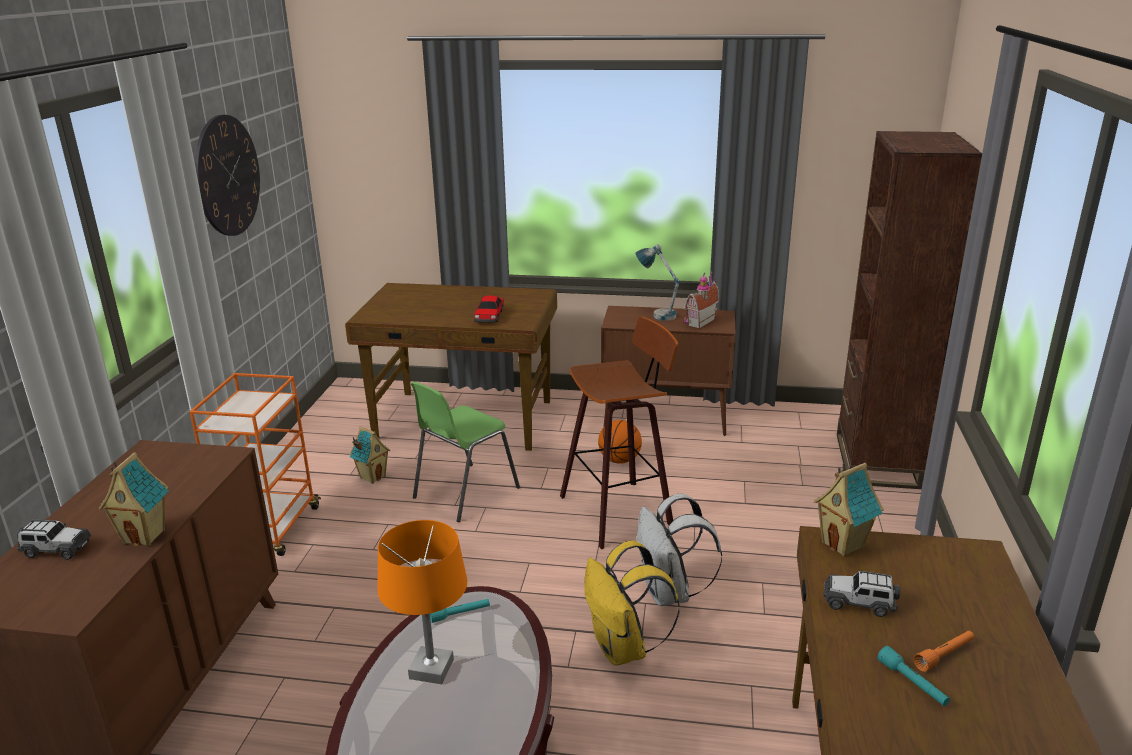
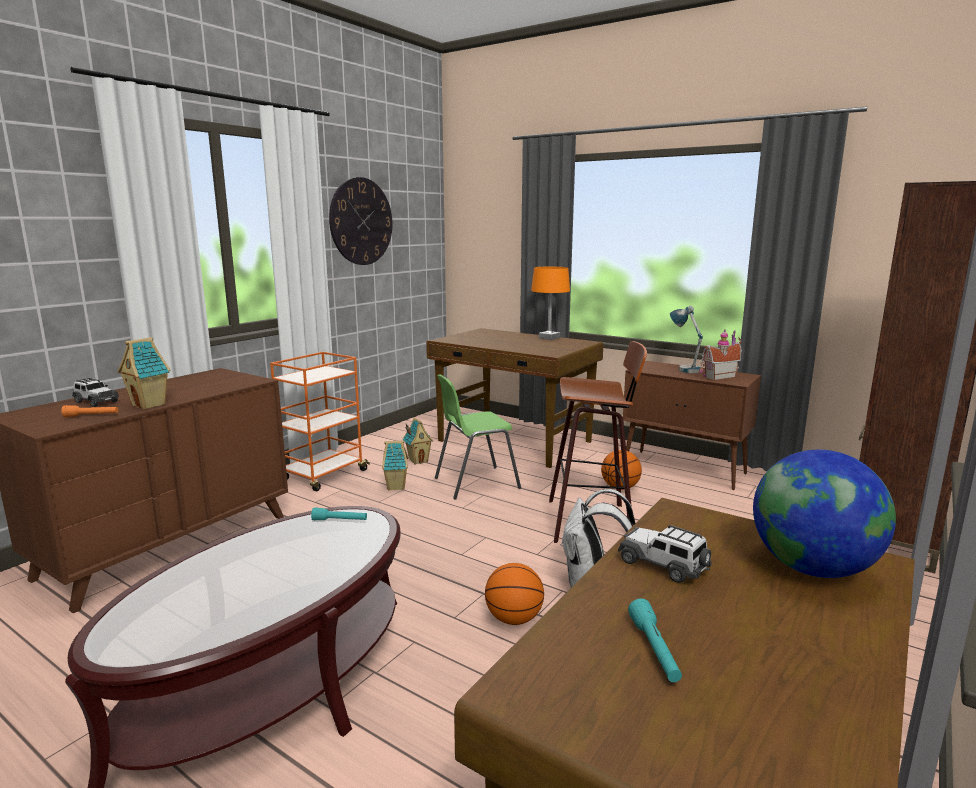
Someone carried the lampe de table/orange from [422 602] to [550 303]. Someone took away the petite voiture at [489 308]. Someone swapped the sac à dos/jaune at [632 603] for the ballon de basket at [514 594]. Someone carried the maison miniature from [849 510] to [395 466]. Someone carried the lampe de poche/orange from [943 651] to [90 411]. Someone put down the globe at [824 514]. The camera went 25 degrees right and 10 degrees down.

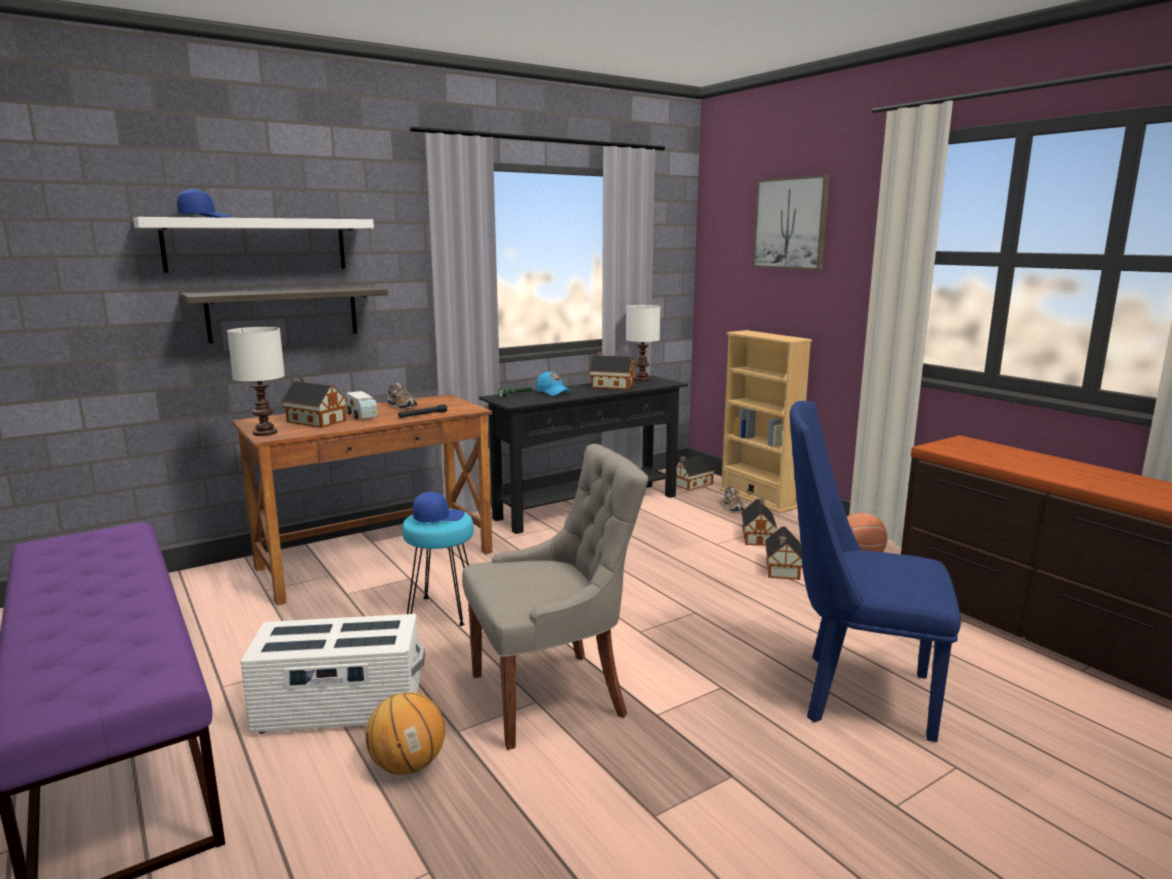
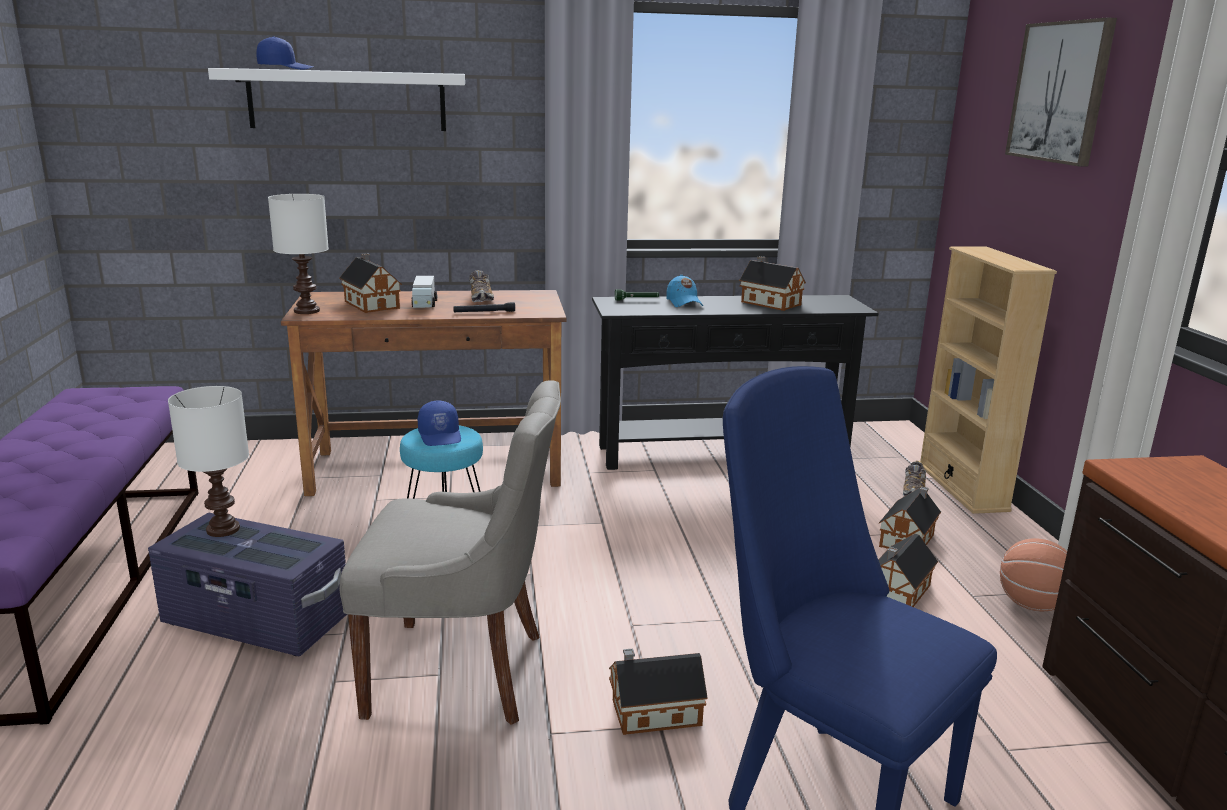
Someone took away the étagère at [284 315]. Someone repainted the boîte de rangement/blanc at [333 673], which became the boîte de rangement/violet at [247 584]. Someone took away the ballon de basket at [405 733]. Someone rotated the casquette/bleu at [439 507] by 75 degrees clockwise. Someone carried the lampe de table/blanc from [643 343] to [208 461]. Someone carried the maison miniature from [695 473] to [658 692]. The camera went 25 degrees right and 5 degrees up.

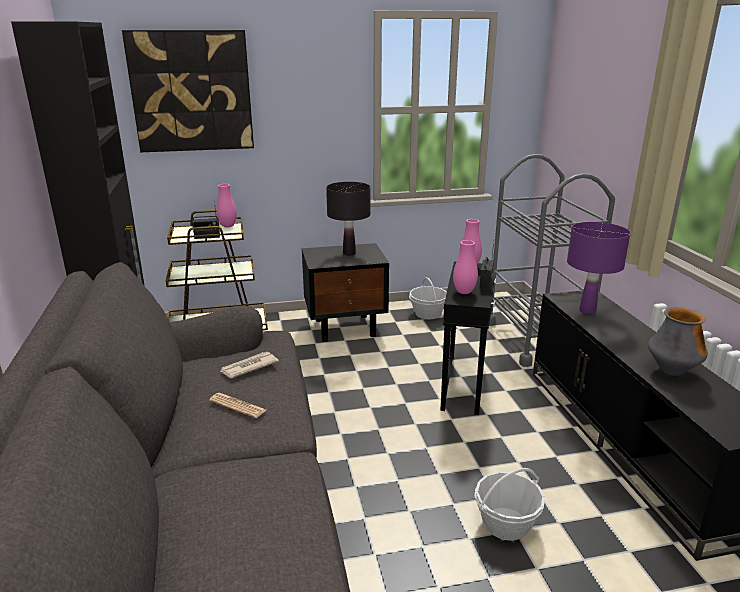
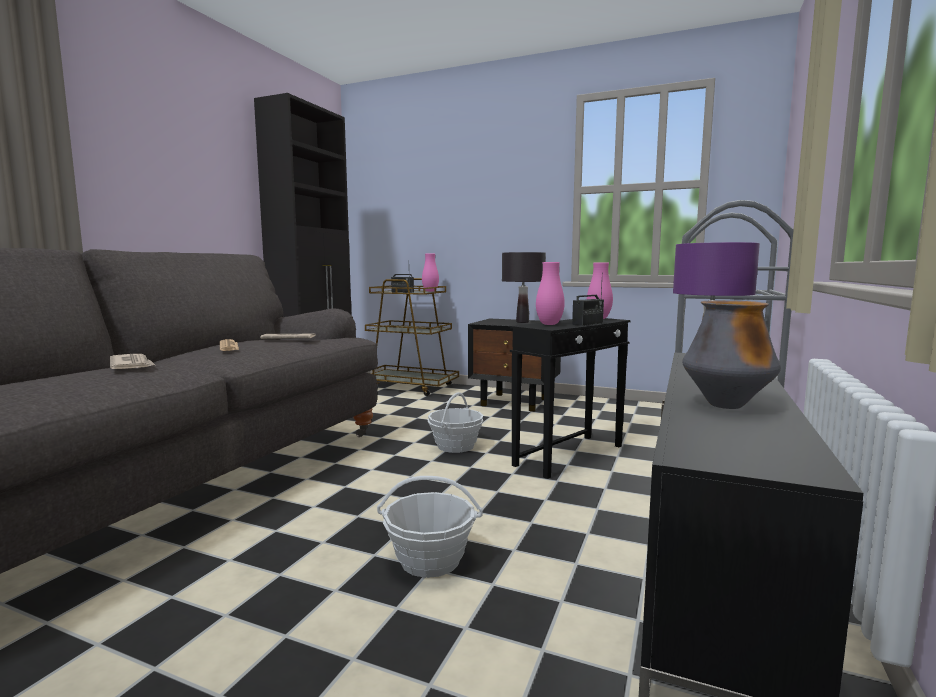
Someone took away the tableau at [188 91]. Someone carried the panier from [428 298] to [455 422]. Someone put down the journal at [132 361]. The camera went 35 degrees right and 15 degrees down.

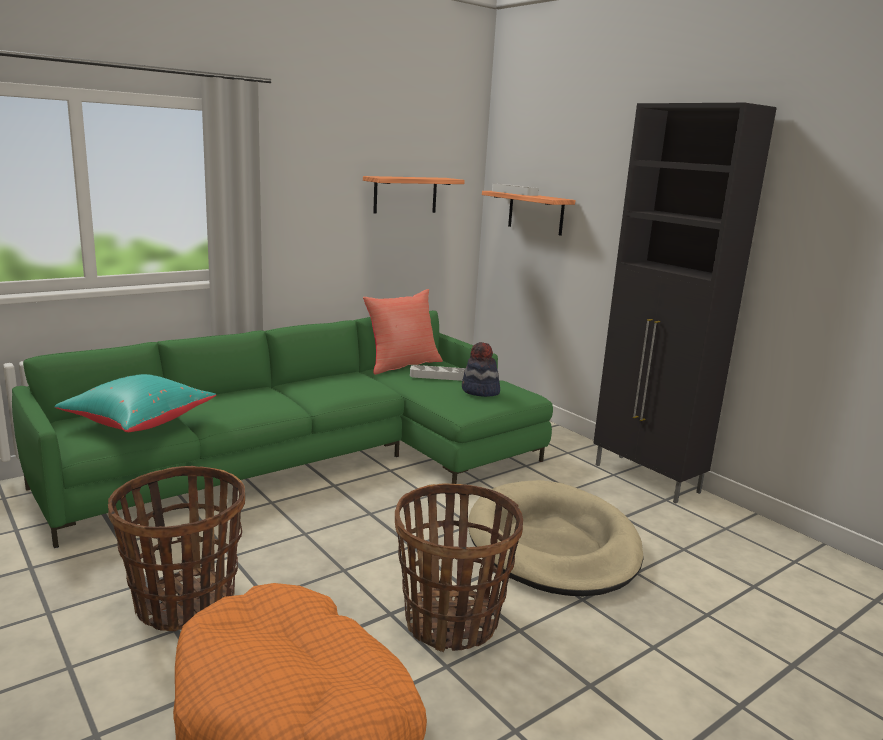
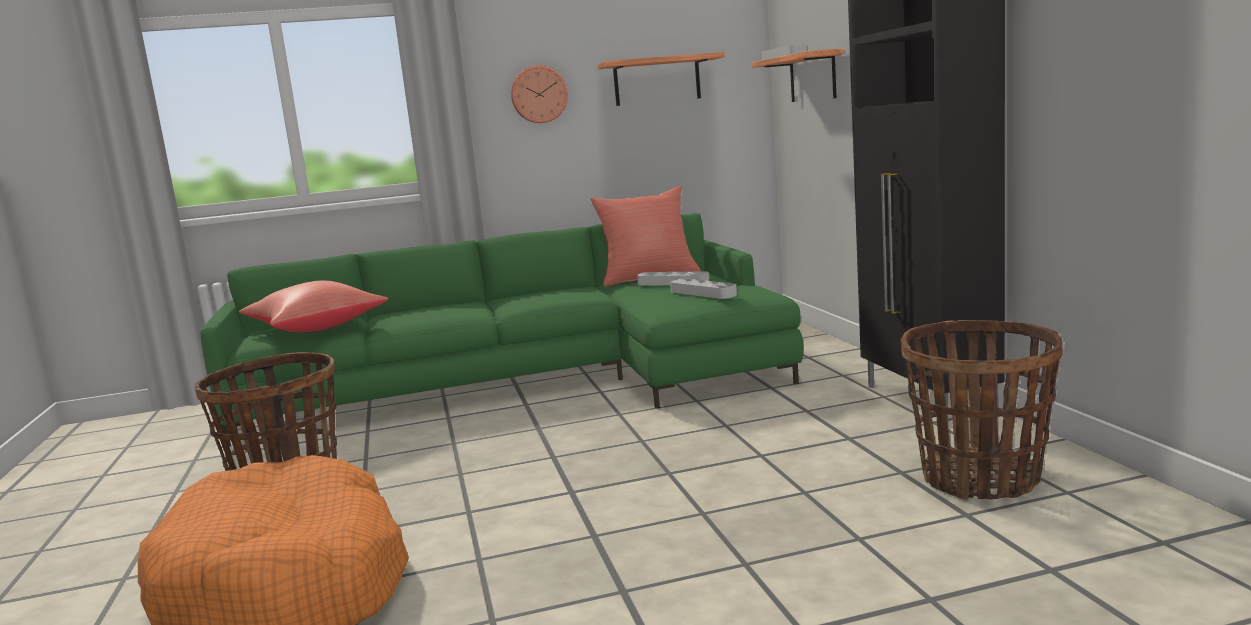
Someone repainted the coussin/turquoise at [135 403], which became the coussin/rouge at [313 306]. Someone carried the panier from [459 568] to [981 410]. Someone swapped the chapeau at [481 369] for the plateau/gris at [703 289]. Someone took away the panier pour chien/beige at [555 538]. Someone put up the horloge murale at [539 94]. The camera went 25 degrees right and 5 degrees down.

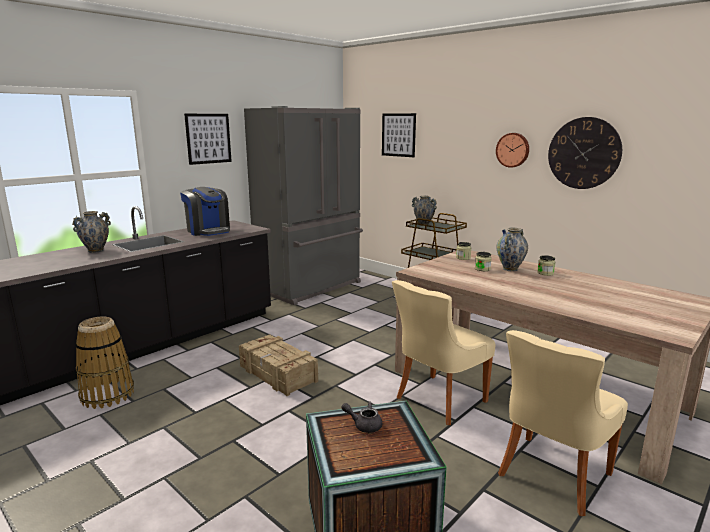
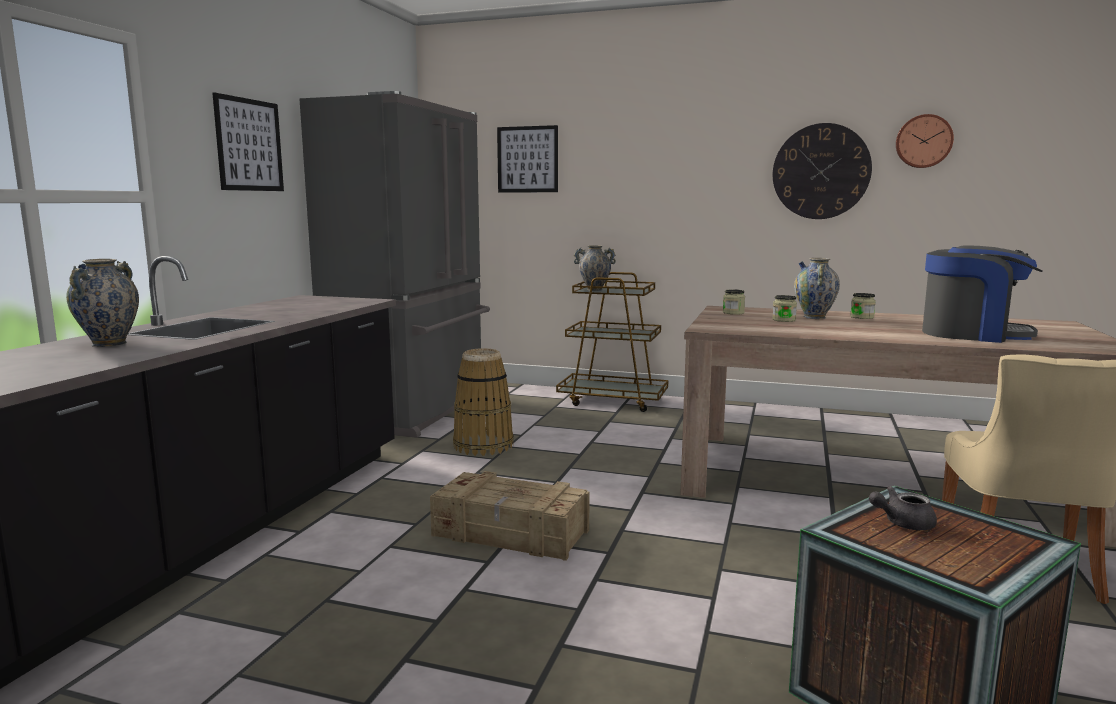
Someone carried the panier from [105 362] to [483 402]. Someone carried the machine à café from [205 211] to [982 294]. Someone took away the chaise/beige at [443 352]. Someone carried the horloge murale from [512 150] to [925 141]. The camera went 25 degrees left and 5 degrees down.

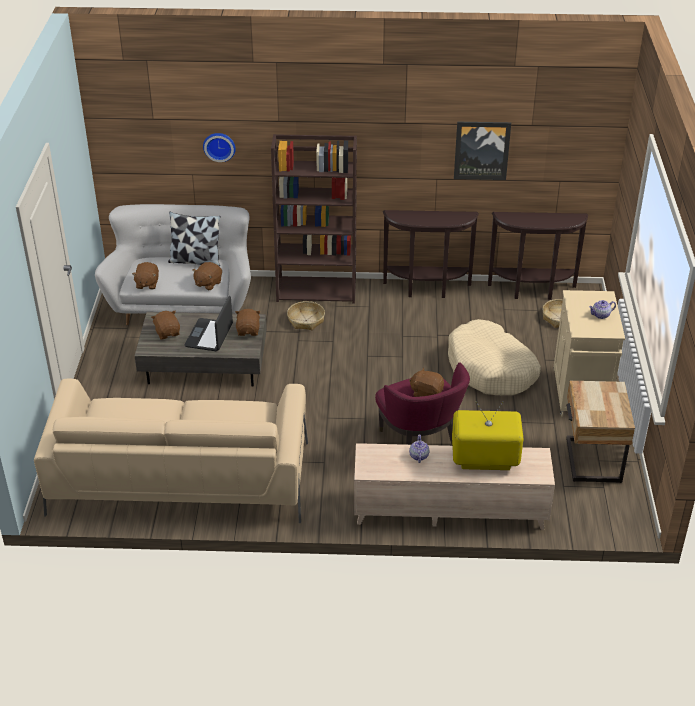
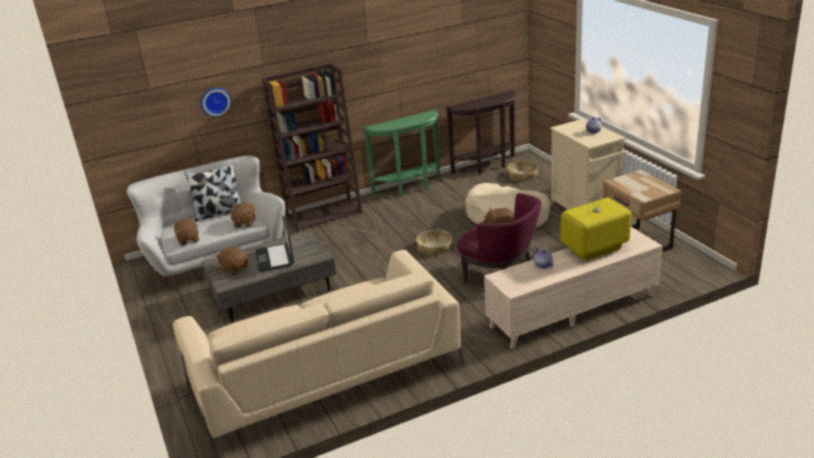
Someone took away the peluche/marron at [248 322]. Someone carried the panier from [306 315] to [434 242]. Someone repainted the table console/marron at [431 254], which became the table console/vert at [401 153]. Someone took away the tableau at [482 151]. The camera went 25 degrees left and 10 degrees down.

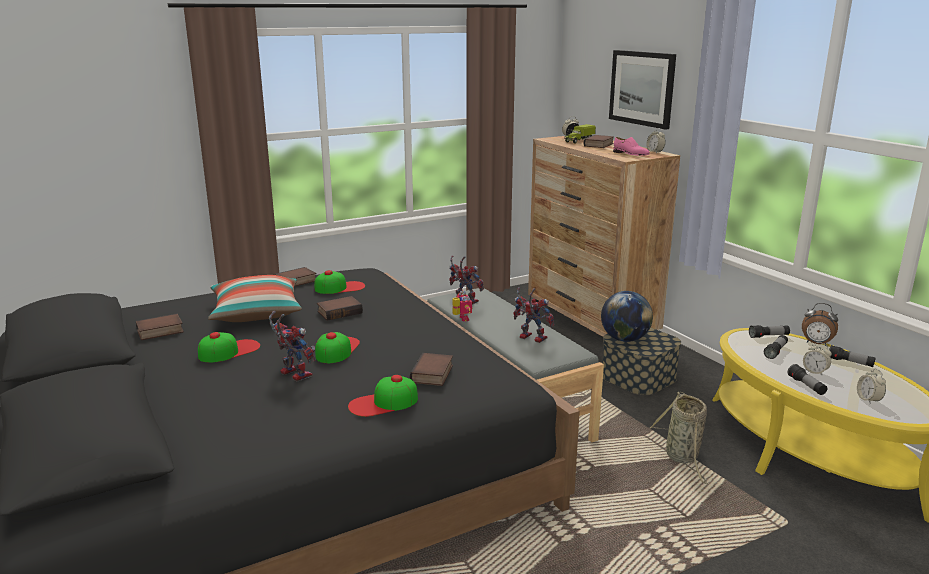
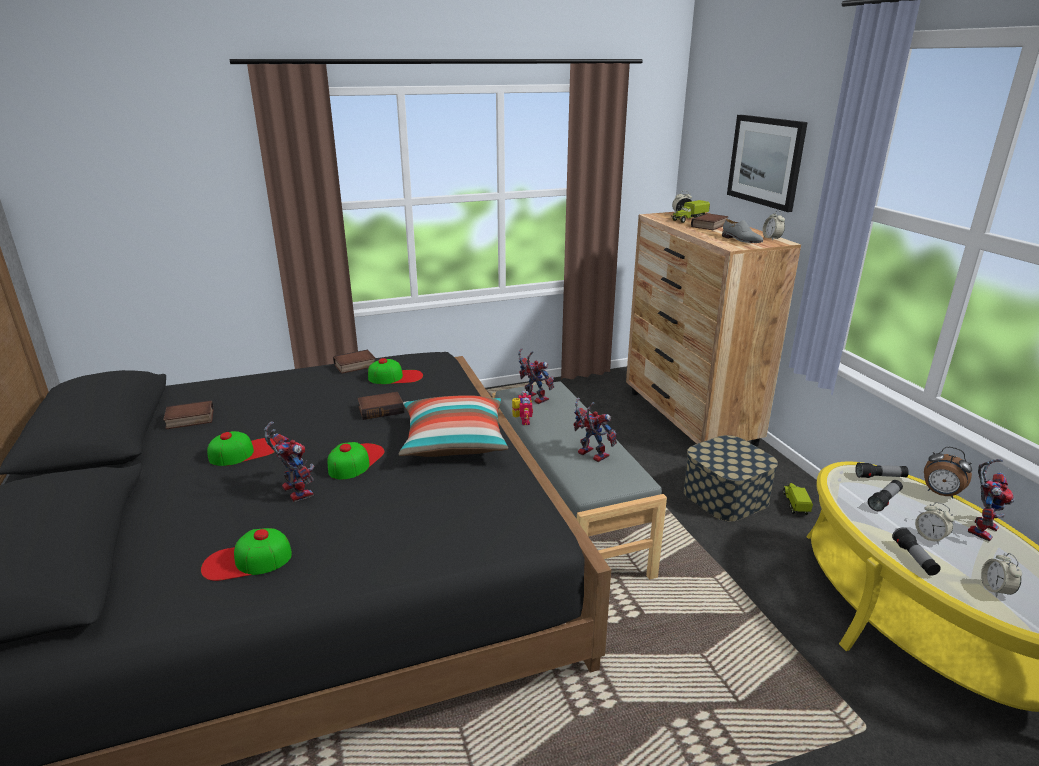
Someone carried the coussin from [255 298] to [453 426]. Someone carried the casquette from [383 396] to [246 554]. Someone took away the livre at [431 369]. Someone took away the globe at [627 316]. Someone repainted the chaussure/rose at [631 146], which became the chaussure/gris at [742 231]. Someone took away the panier at [679 438]. Someone swapped the lampe de poche at [852 356] for the robot jouet at [991 500]. Someone put down the camion jouet at [798 499]. The camera went 10 degrees right and 5 degrees up.

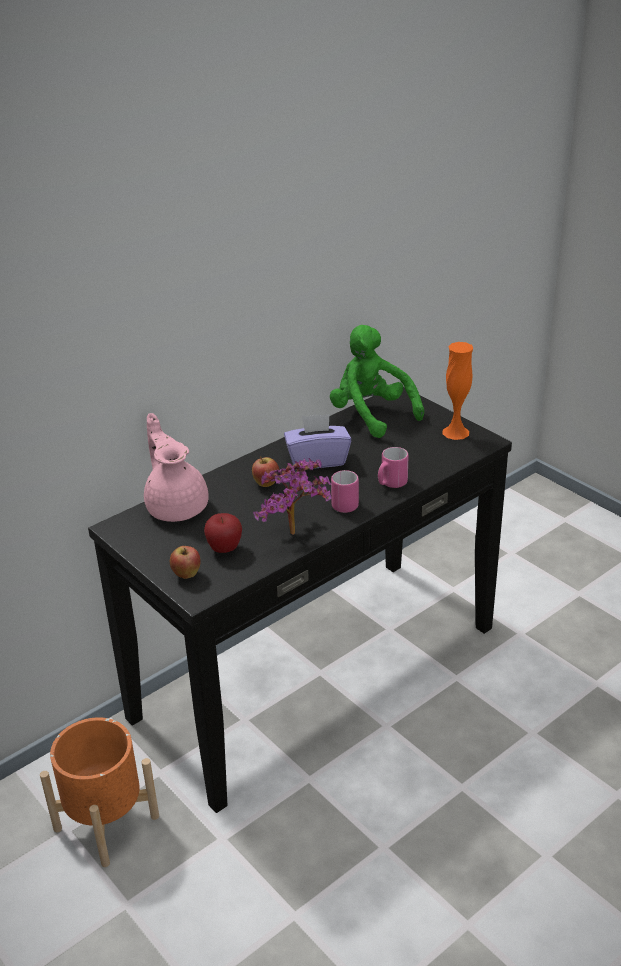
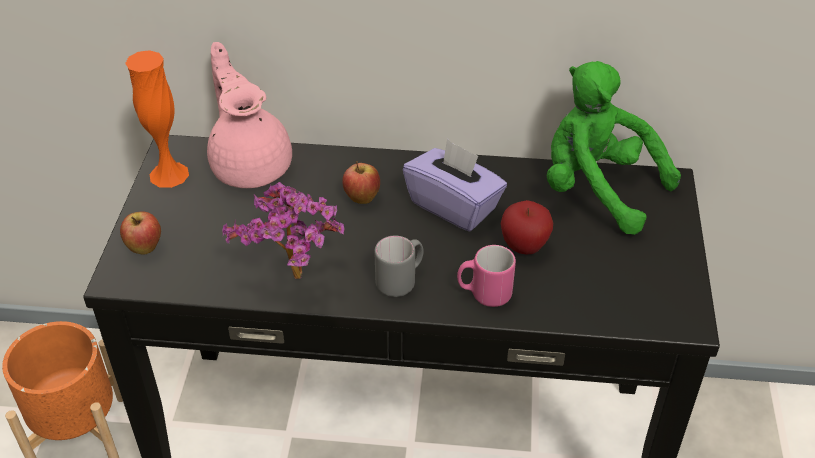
Someone rotated the théière/rose at [176 467] by 45 degrees counterclockwise. Someone carried the pomme from [223 533] to [527 227]. Someone rotated the peluche/vert at [377 381] by 60 degrees counterclockwise. Someone repainted the mug/rose at [345 491], which became the mug/gris at [399 266]. Someone carried the vase/orange from [457 391] to [157 119]. The camera went 45 degrees right and 10 degrees up.

